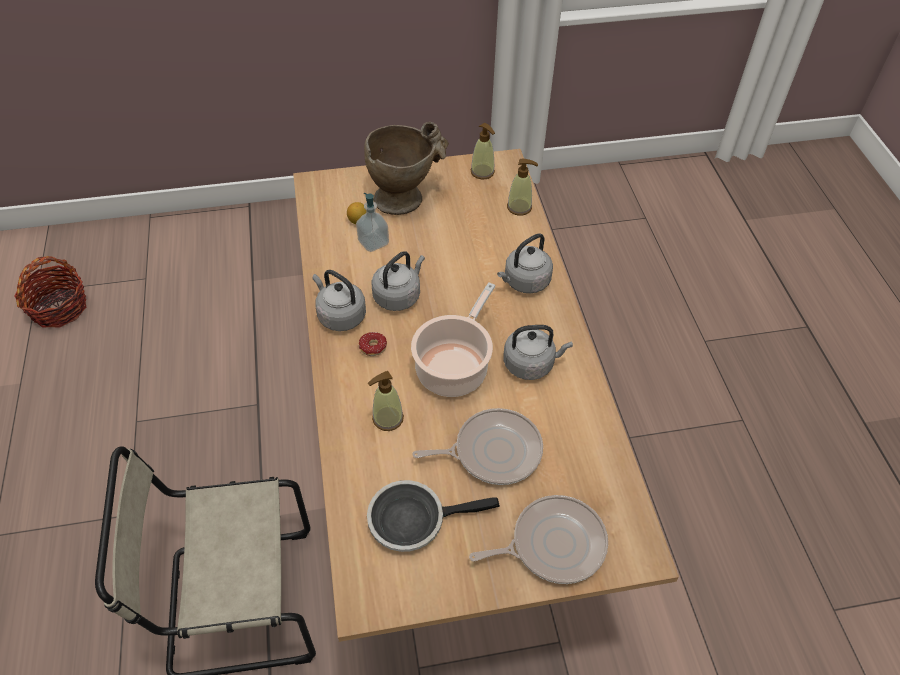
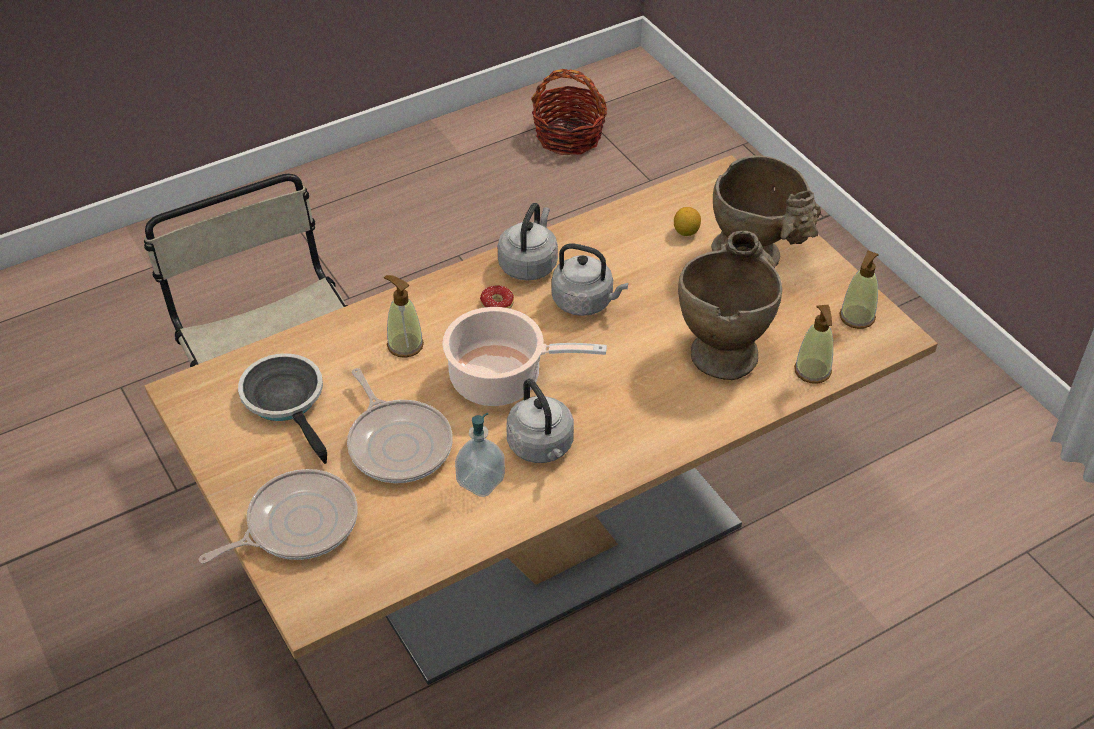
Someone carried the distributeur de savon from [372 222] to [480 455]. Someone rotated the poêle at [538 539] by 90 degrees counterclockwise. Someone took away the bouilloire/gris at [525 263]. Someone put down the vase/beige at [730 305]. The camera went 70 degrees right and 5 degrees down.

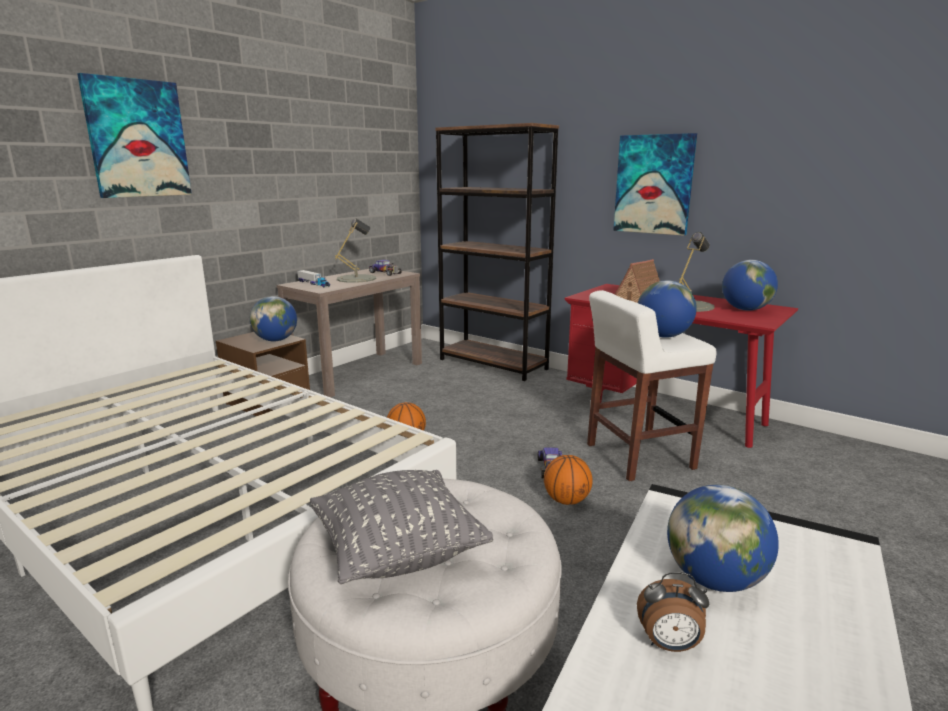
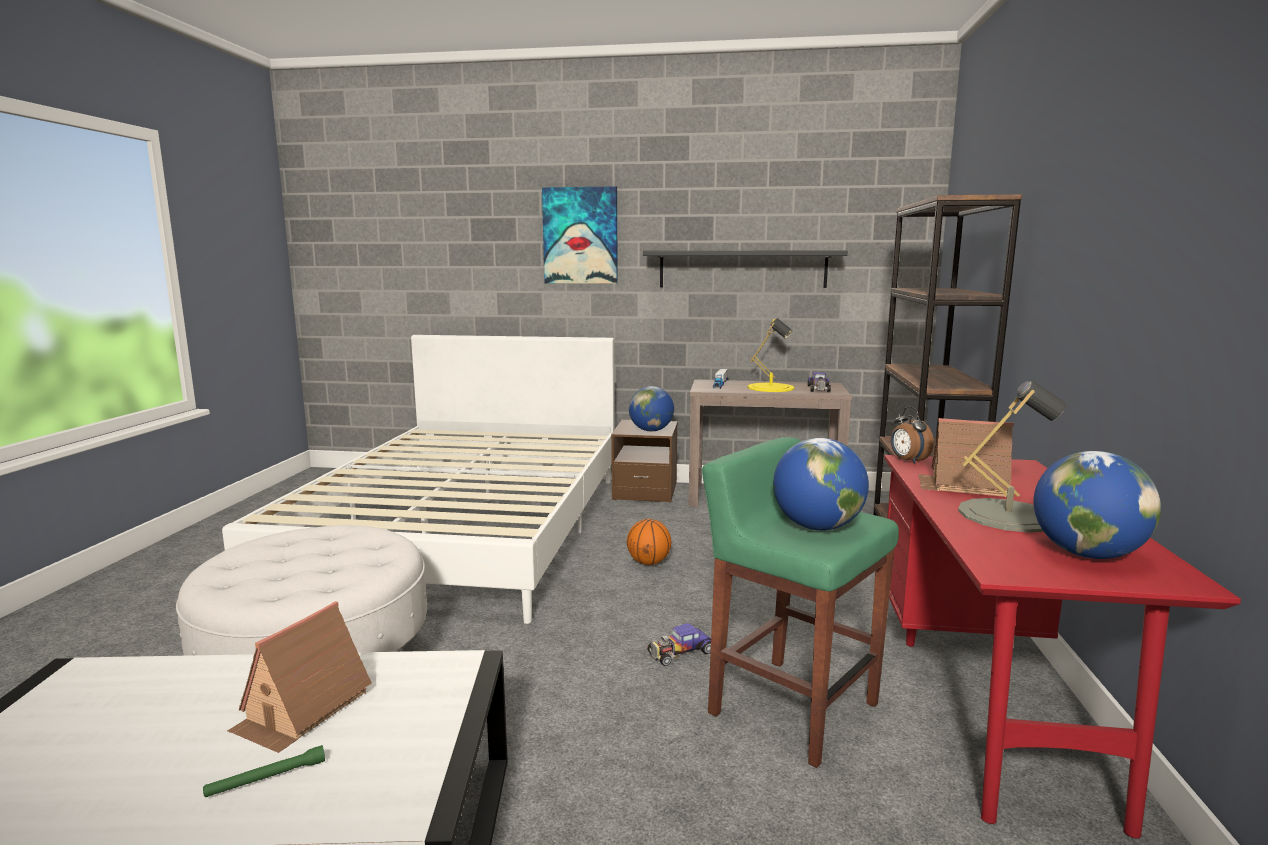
Someone took away the coussin/gris at [401 527]. Someone repainted the lampe de table/gris at [355 250], which became the lampe de table/jaune at [771 355]. Someone took away the ballon de basket at [568 480]. Someone repainted the tabouret/blanc at [652 385], which became the tabouret/vert at [800 602]. Someone took away the tableau at [655 184]. Someone carried the réveil from [673 612] to [912 435]. Someone swapped the globe at [723 538] for the maison miniature at [300 677]. Someone put down the lampe de poche/vert at [264 771]. Someone put up the étagère/noir at [745 269]. The camera went 60 degrees right and 5 degrees down.

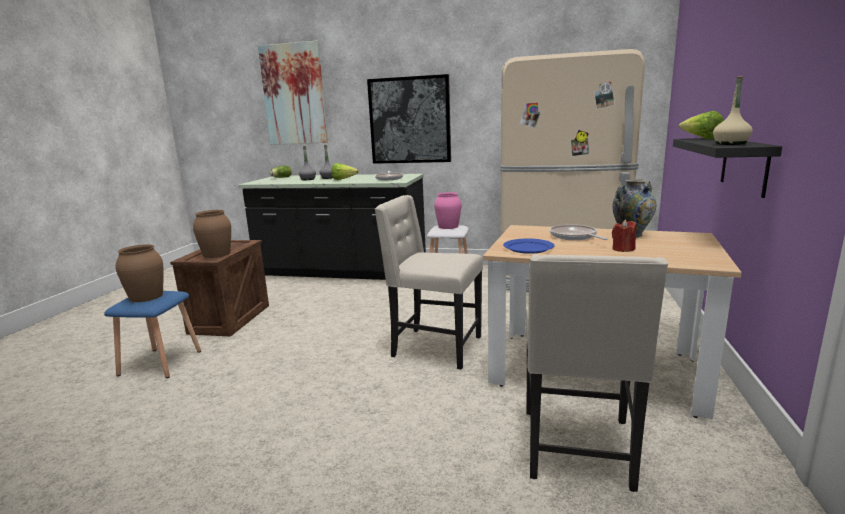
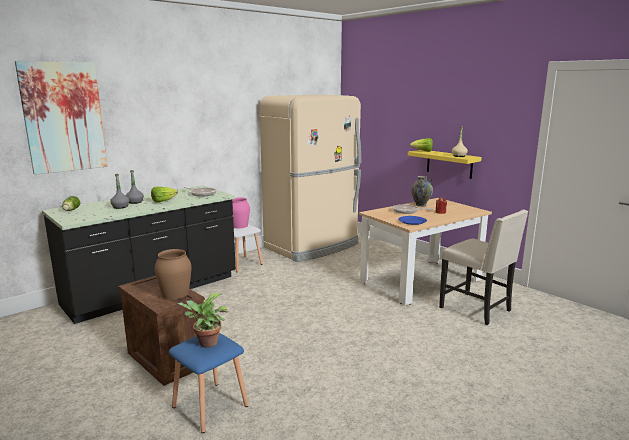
Someone swapped the vase/marron at [140 273] for the plante en pot at [202 320]. Someone took away the tableau at [409 119]. Someone took away the chaise/beige at [429 282]. Someone repainted the étagère/noir at [727 168], which became the étagère/jaune at [445 164]. The camera went 55 degrees left and 0 degrees up.

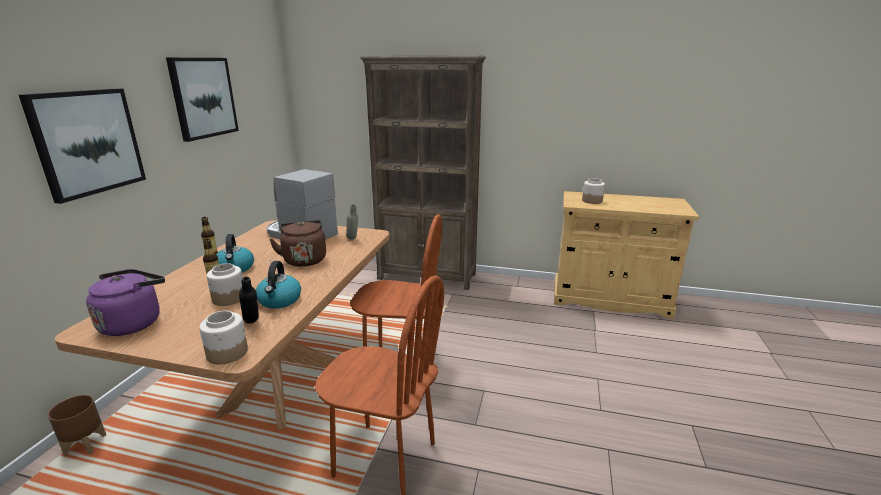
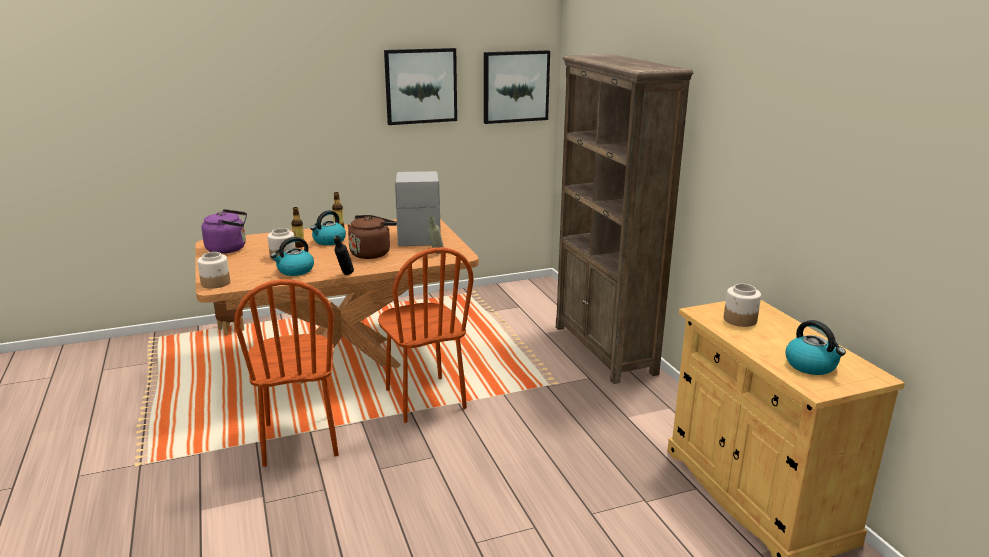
Someone carried the tableau from [82 146] to [517 87]. Someone carried the bouteille/noir from [249 300] to [344 255]. Someone put down the bouilloire at [816 347]. The camera went 55 degrees right and 0 degrees up.

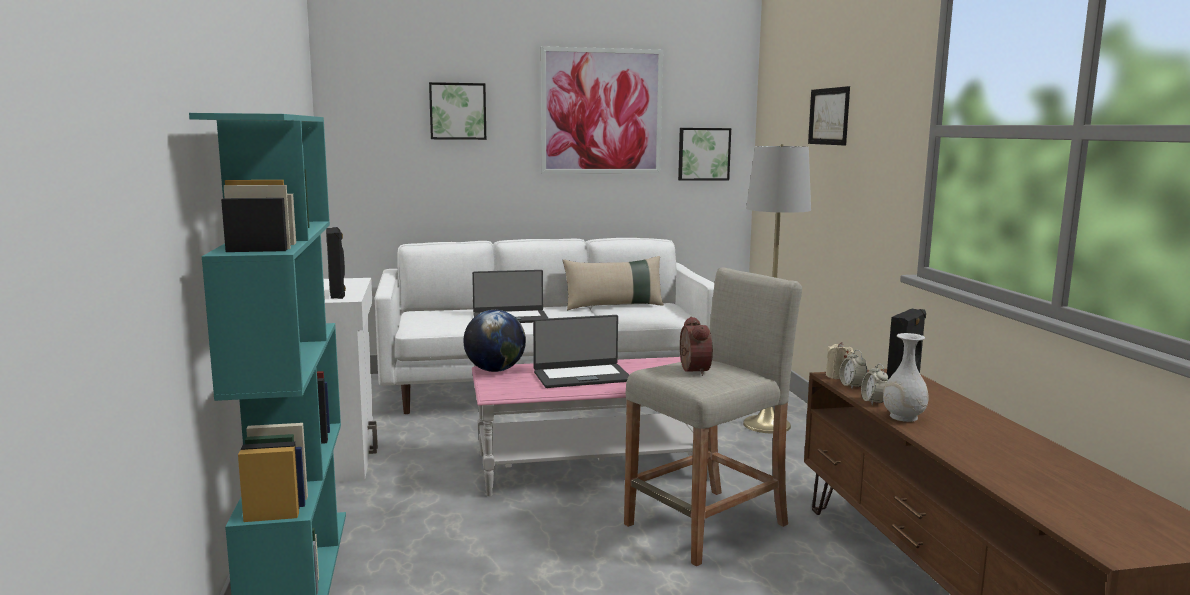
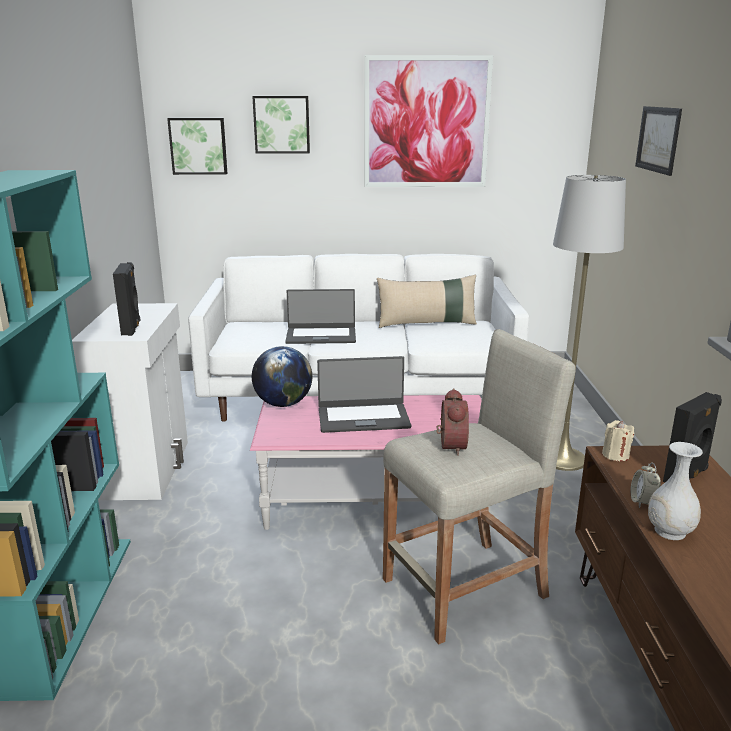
Someone carried the tableau from [704 154] to [197 146]. Someone took away the réveil at [853 369]. The camera went 10 degrees right and 10 degrees up.

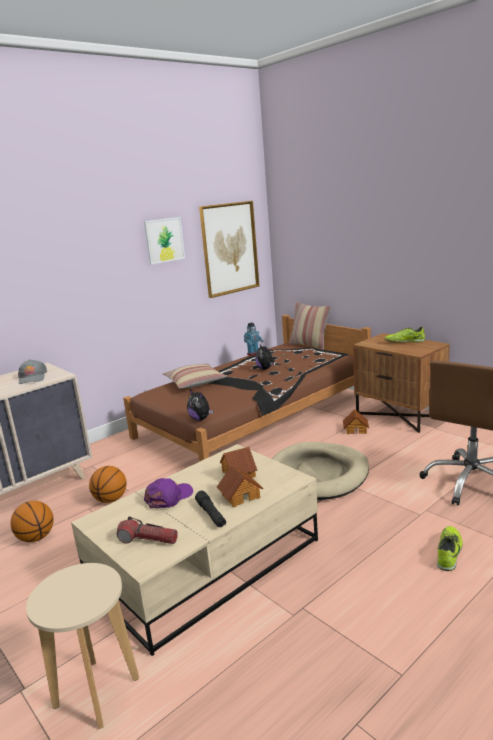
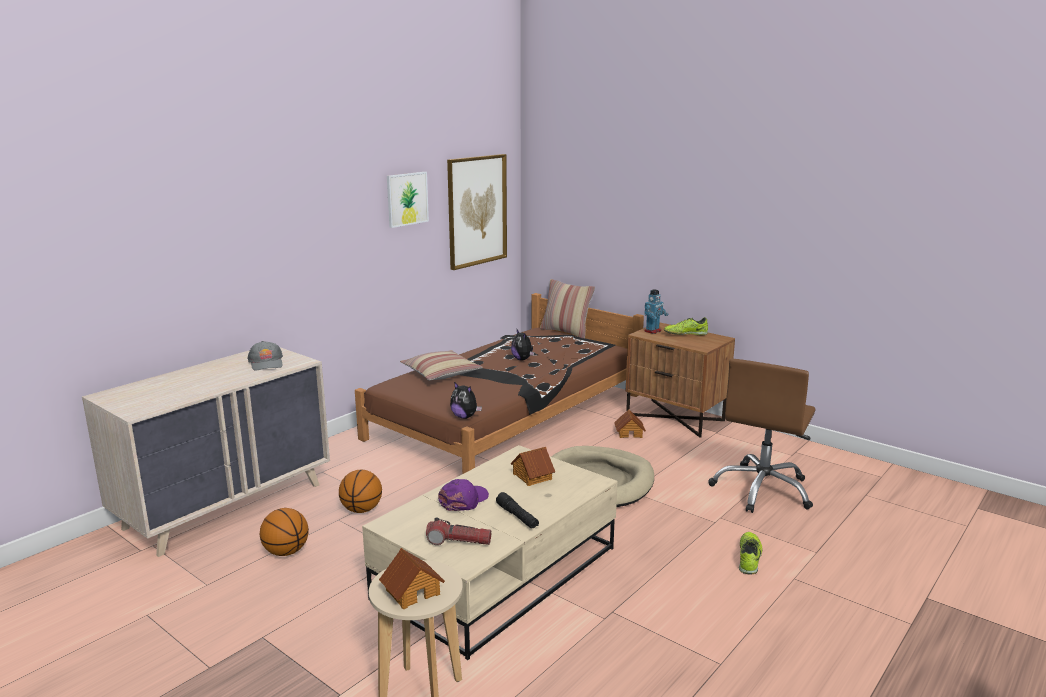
Someone carried the maison miniature from [240 486] to [412 578]. Someone carried the robot jouet from [254 339] to [656 311]. The camera went 10 degrees left and 0 degrees up.

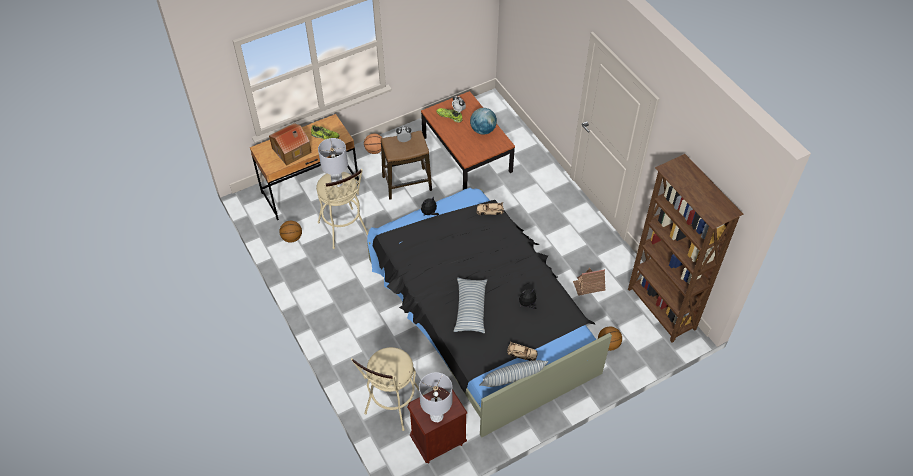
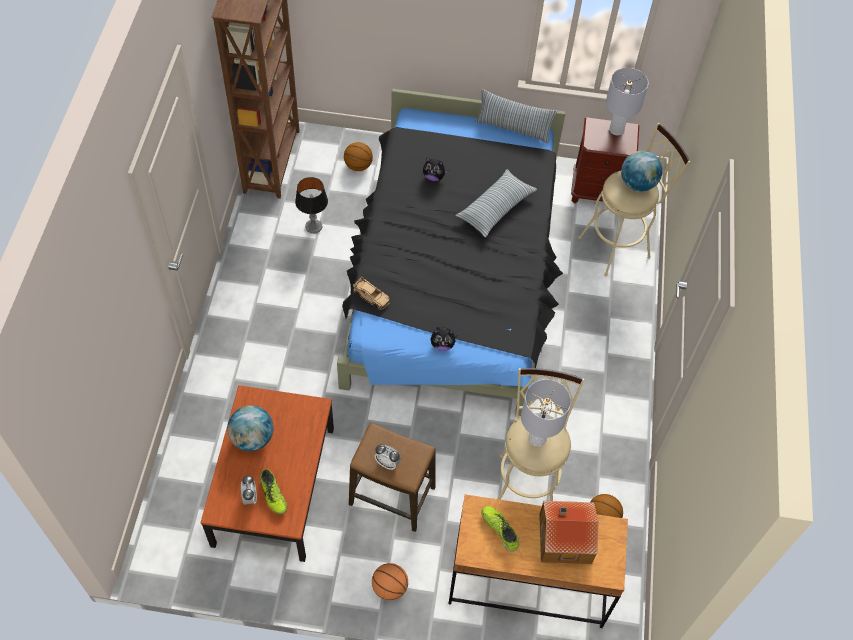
Someone took away the petite voiture/beige at [522 351]. Someone swapped the maison miniature at [589 282] for the lampe de table at [311 205]. Someone put down the globe at [642 171]. The camera went 145 degrees left and 5 degrees up.

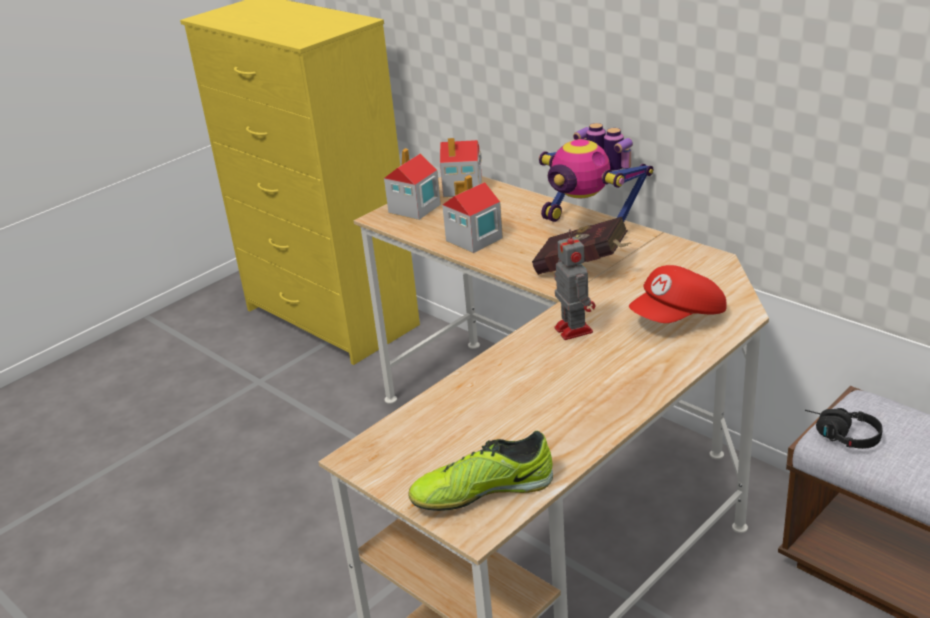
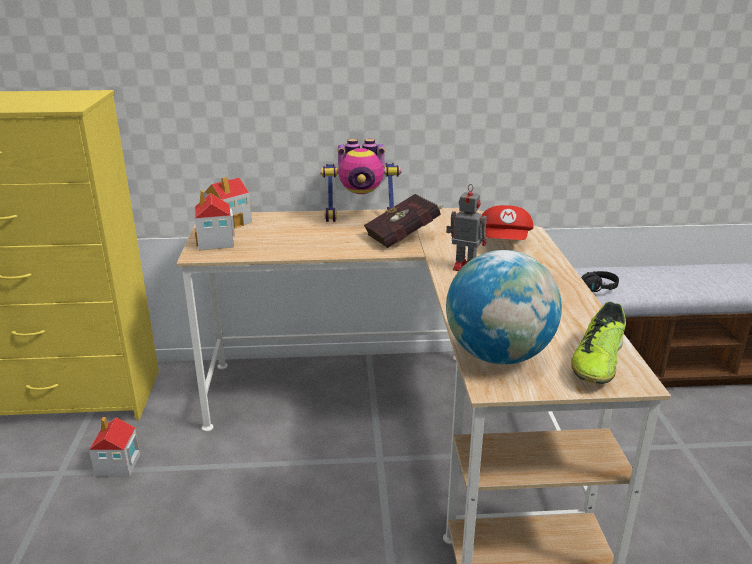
Someone carried the maison miniature from [472 214] to [114 446]. Someone put down the globe at [504 307]. The camera went 50 degrees left and 5 degrees down.

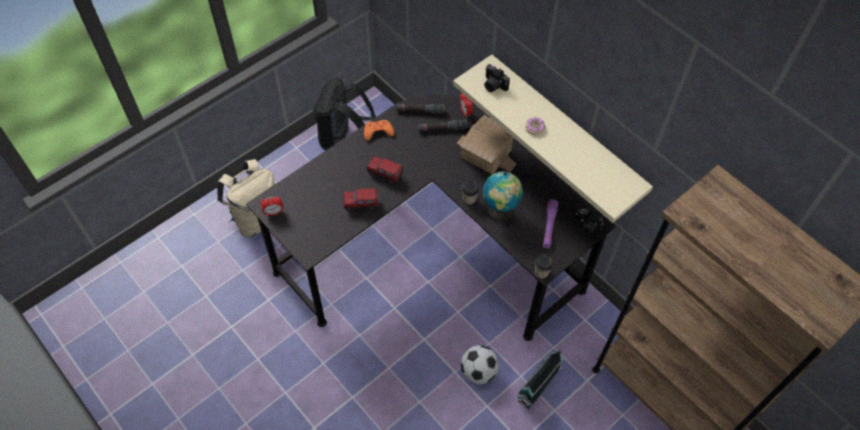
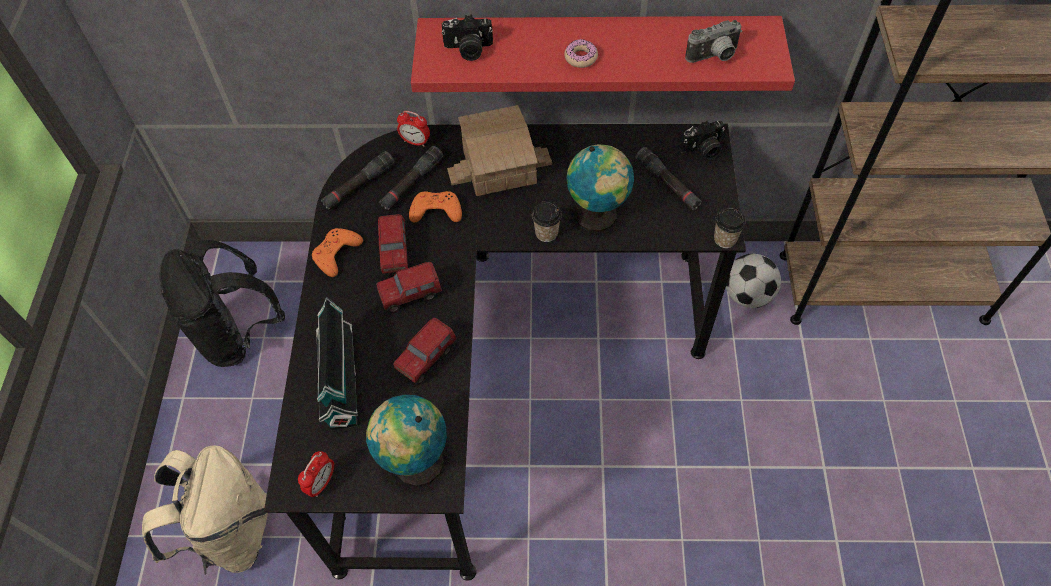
Someone repainted the étagère/beige at [553 139], which became the étagère/rouge at [603 54]. Someone carried the ballon de foot from [480 364] to [753 281]. Someone carried the maison miniature from [539 379] to [337 363]. Someone repainted the lampe de poche/violet at [550 224], which became the lampe de poche/noir at [669 178]. Someone put down the globe at [406 441]. Someone put down the camion jouet at [393 245]. Someone put down the manette/orange at [435 206]. Someone put down the appareil photo at [713 41]. The camera went 45 degrees left and 0 degrees up.

